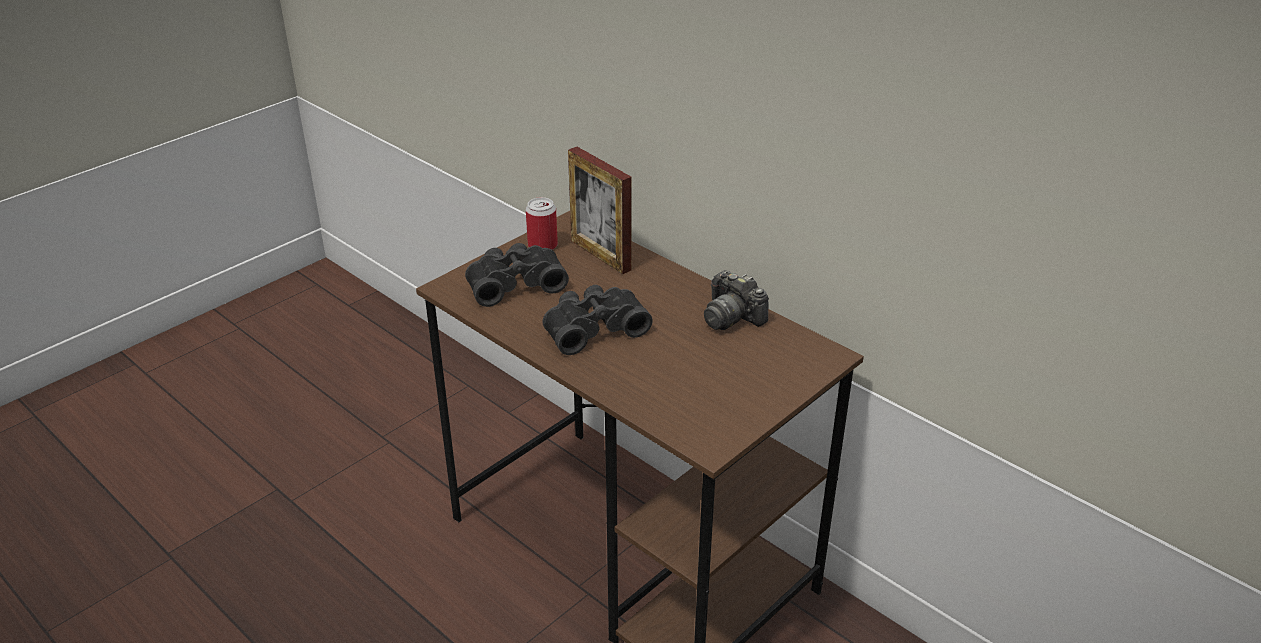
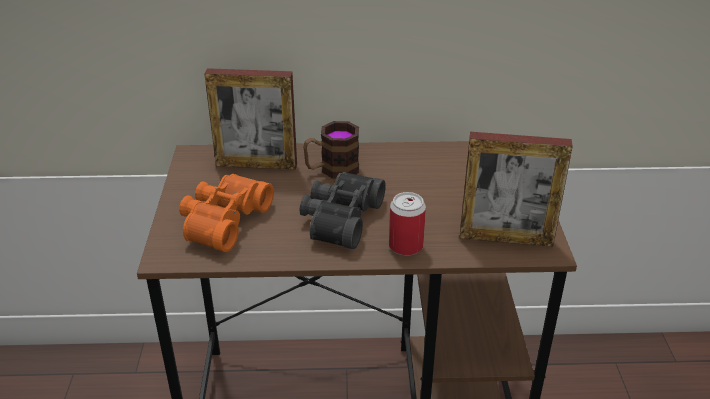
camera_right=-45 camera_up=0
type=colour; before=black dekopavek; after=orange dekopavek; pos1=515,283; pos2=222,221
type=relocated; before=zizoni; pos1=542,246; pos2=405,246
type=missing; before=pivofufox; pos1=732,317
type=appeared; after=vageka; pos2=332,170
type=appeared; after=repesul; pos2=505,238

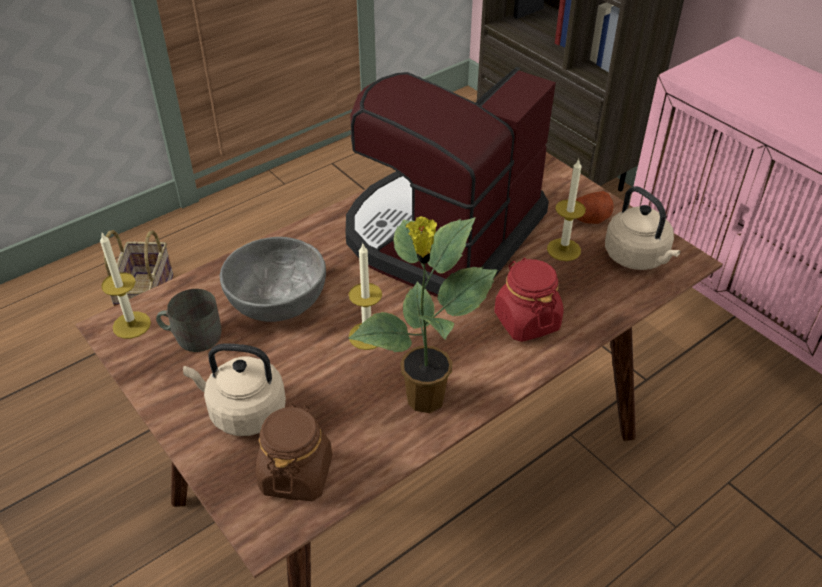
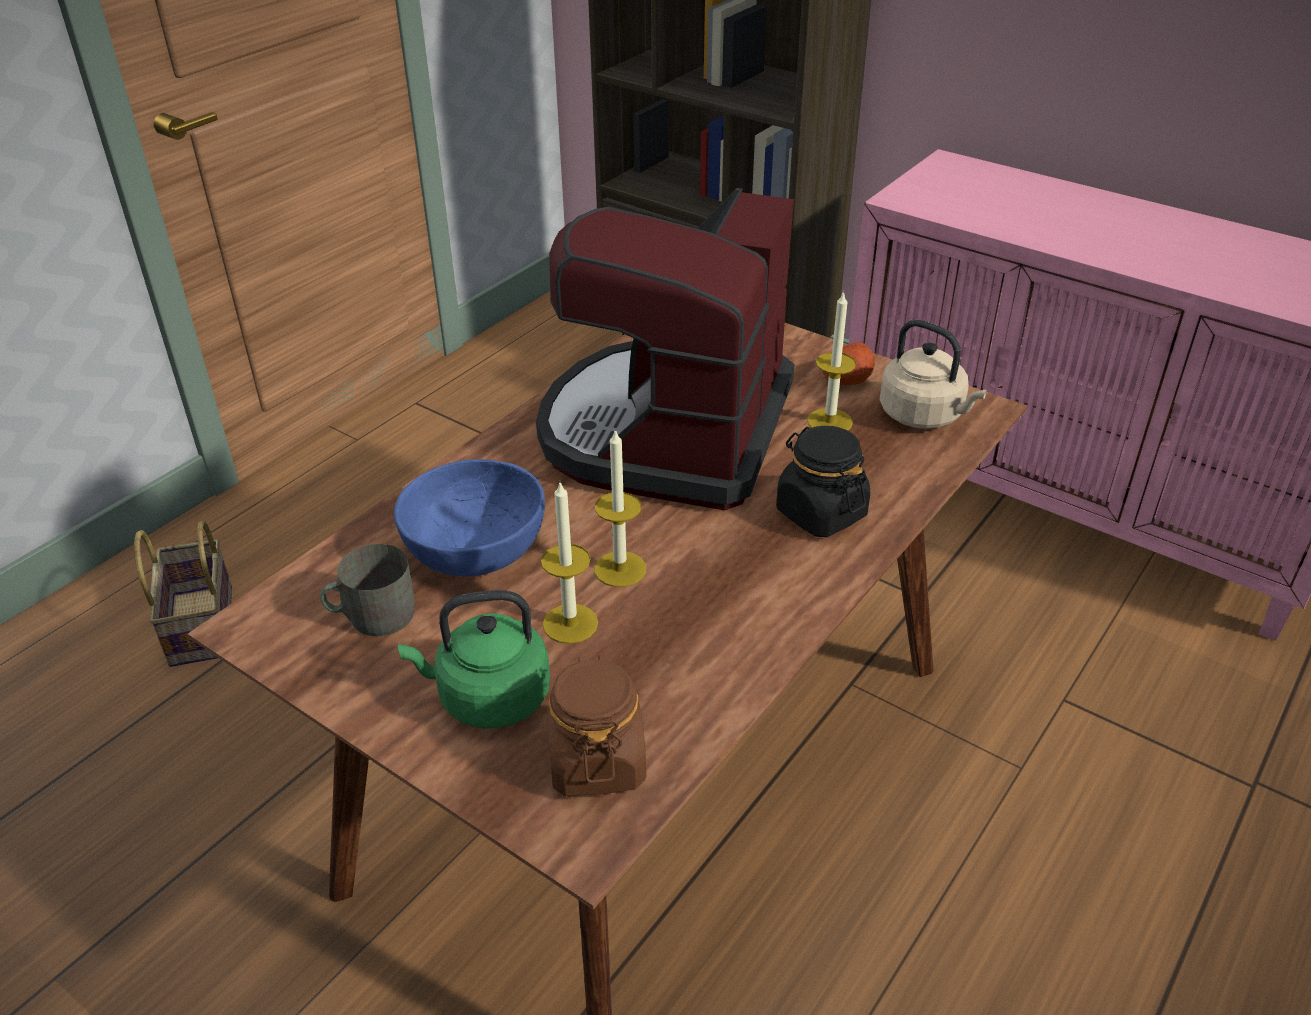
camera_right=-15 camera_up=-5
type=relocated; before=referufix; pos1=131,325; pos2=570,623
type=colour; before=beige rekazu; after=green rekazu; pos1=243,412; pos2=488,698
type=colour; before=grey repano; after=blue repano; pos1=276,299; pos2=474,547
type=missing; before=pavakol; pos1=424,400
type=colour; before=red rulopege; after=black rulopege; pos1=526,321; pos2=820,513

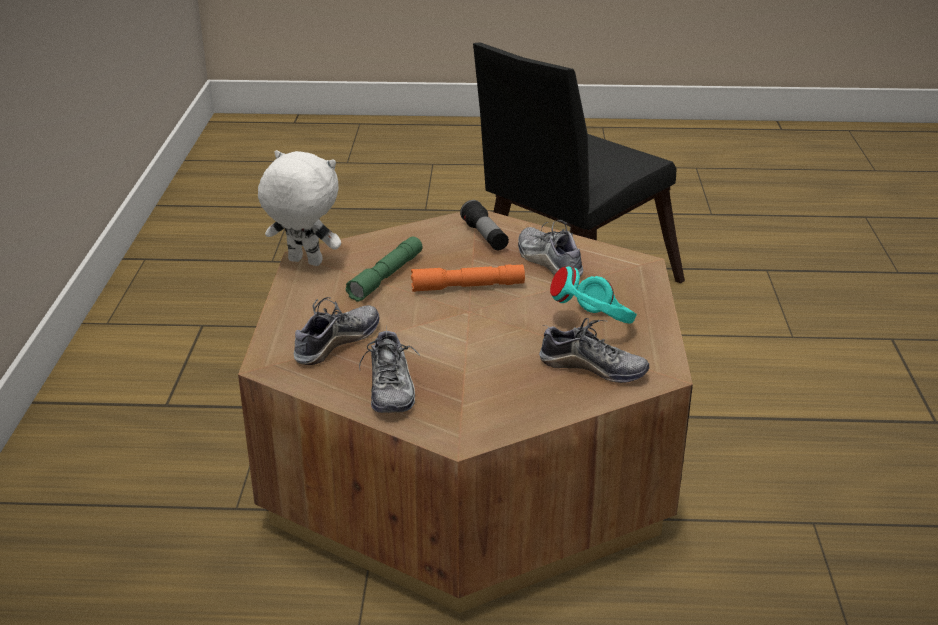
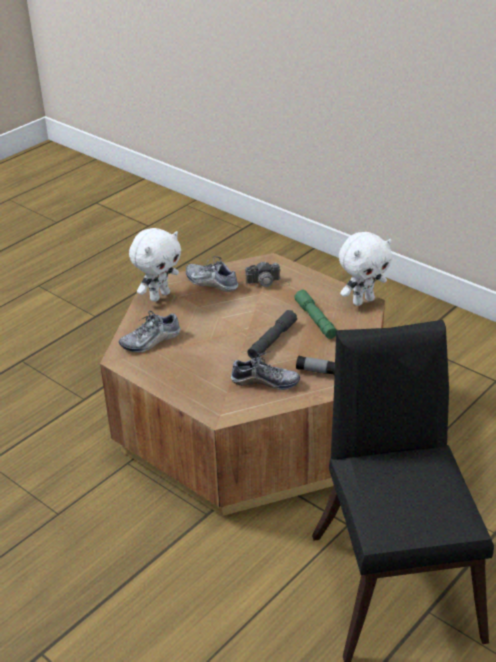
camera_right=130 camera_up=5
type=exchanged; before=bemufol; after=pivofufox; pos1=336,343; pos2=267,282
type=colour; before=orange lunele; after=grey lunele; pos1=467,287; pos2=272,340
type=missing; before=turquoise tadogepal; pos1=595,325
type=appeared; after=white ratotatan; pos2=159,296

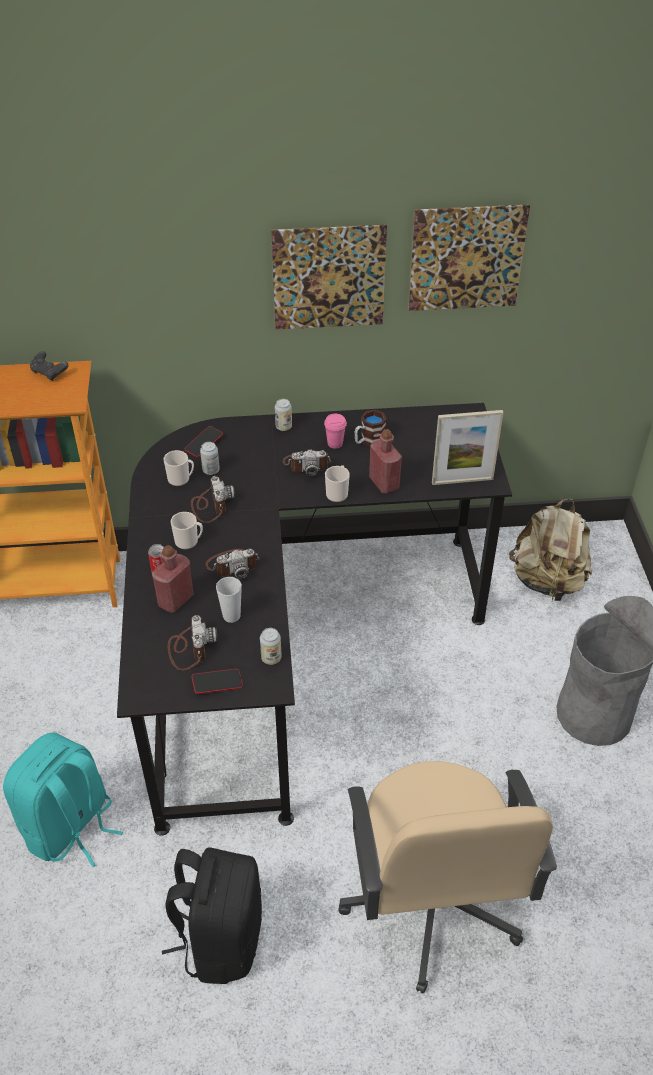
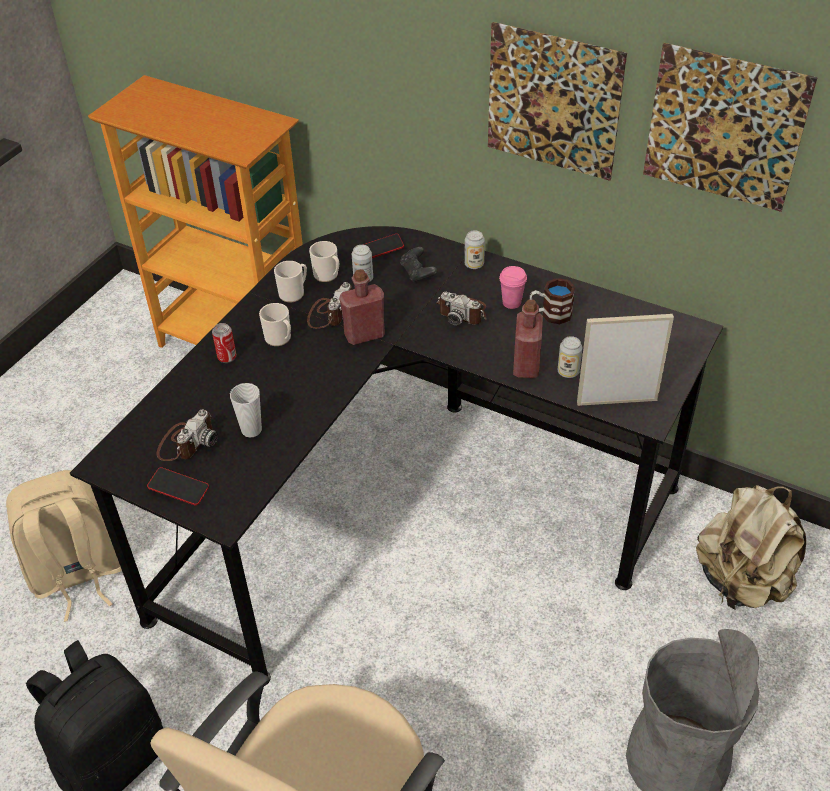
camera_right=35 camera_up=0
type=colour; before=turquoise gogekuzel; after=beige gogekuzel; pos1=70,827; pos2=78,574
type=relocated; before=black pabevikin; pos1=49,373; pos2=418,273
type=relocated; before=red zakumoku; pos1=175,600; pos2=364,335
type=missing; before=pivofufox; pos1=233,565
type=relocated; before=zizoni; pos1=271,658; pos2=568,372
type=relocated; before=vageka; pos1=337,493; pos2=294,293
type=spun; before=repesul; pos1=462,481; pos2=617,401; turn=150

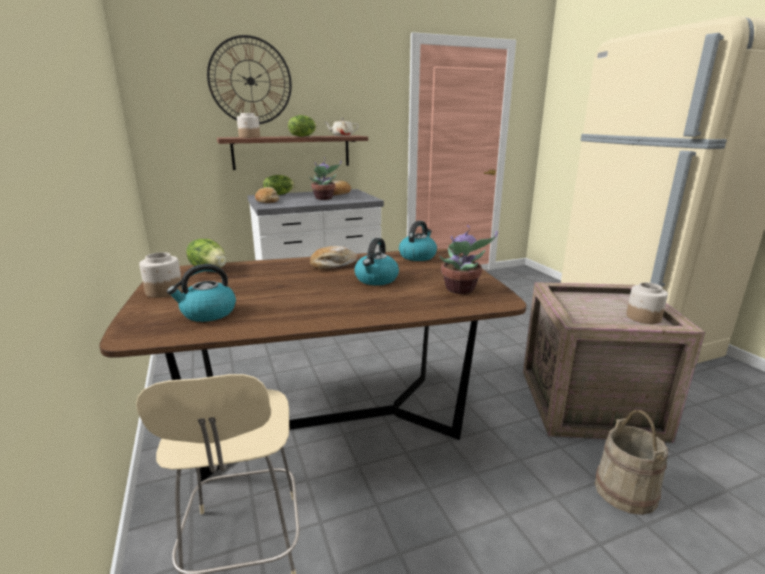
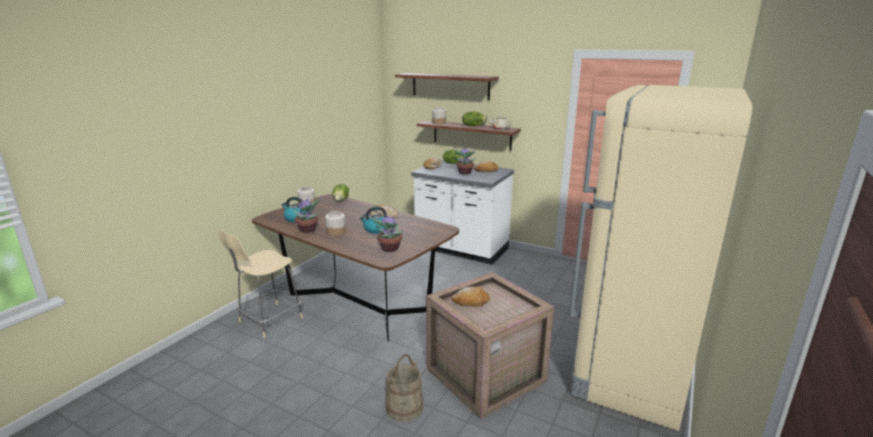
camera_right=50 camera_up=0
type=exchanged; before=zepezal; after=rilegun; pos1=250,81; pos2=450,86
type=missing; before=rekazu; pos1=417,256
type=relocated; before=rulopege; pos1=643,317; pos2=336,232
type=appeared; after=pavakol; pos2=308,230
type=appeared; after=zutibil; pos2=471,302

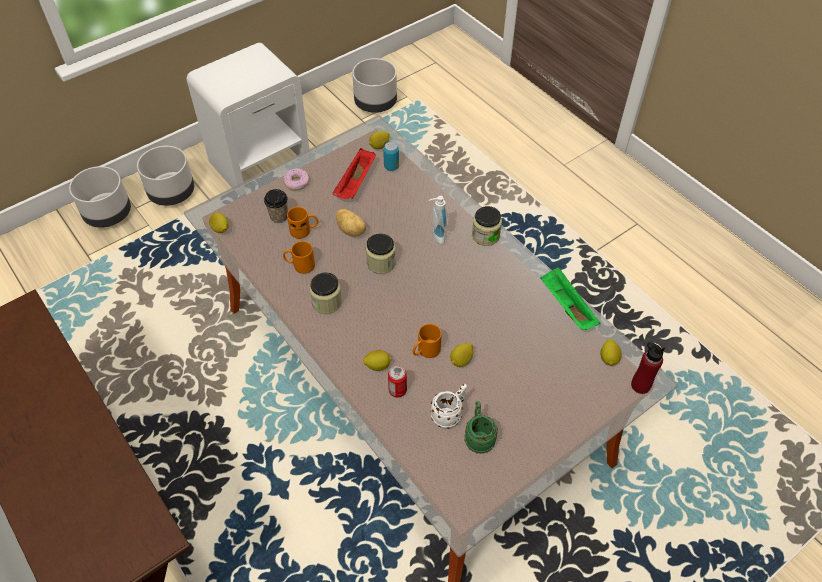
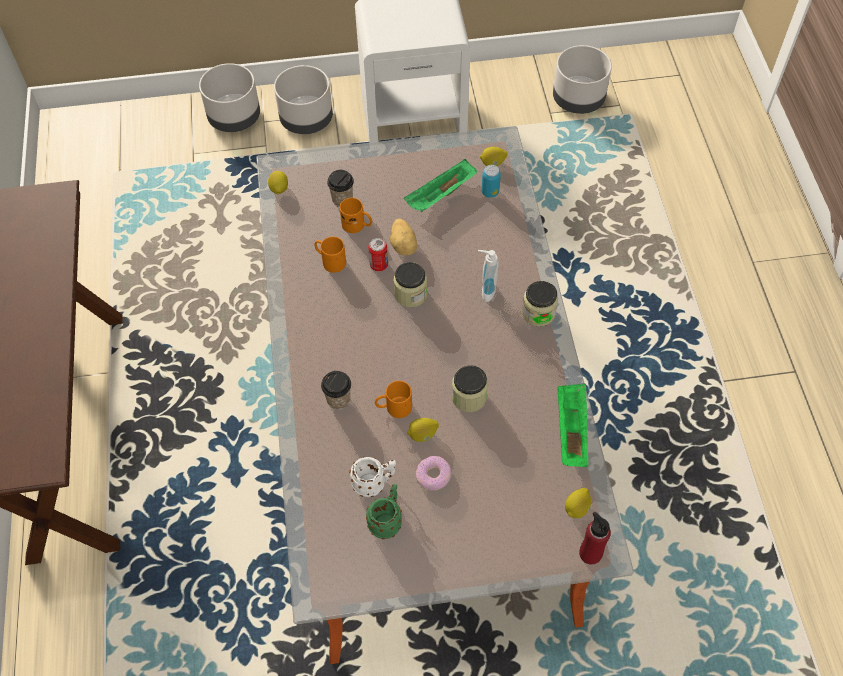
camera_right=30 camera_up=5
type=relocated; before=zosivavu; pos1=296,182; pos2=433,476
type=relocated; before=rulopege; pos1=327,302; pos2=469,397
type=colour; before=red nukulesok; after=green nukulesok; pos1=355,183; pos2=441,196
type=exchanged; before=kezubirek; after=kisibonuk; pos1=377,365; pos2=338,399
type=relocated; before=zizoni; pos1=397,390; pos2=379,265

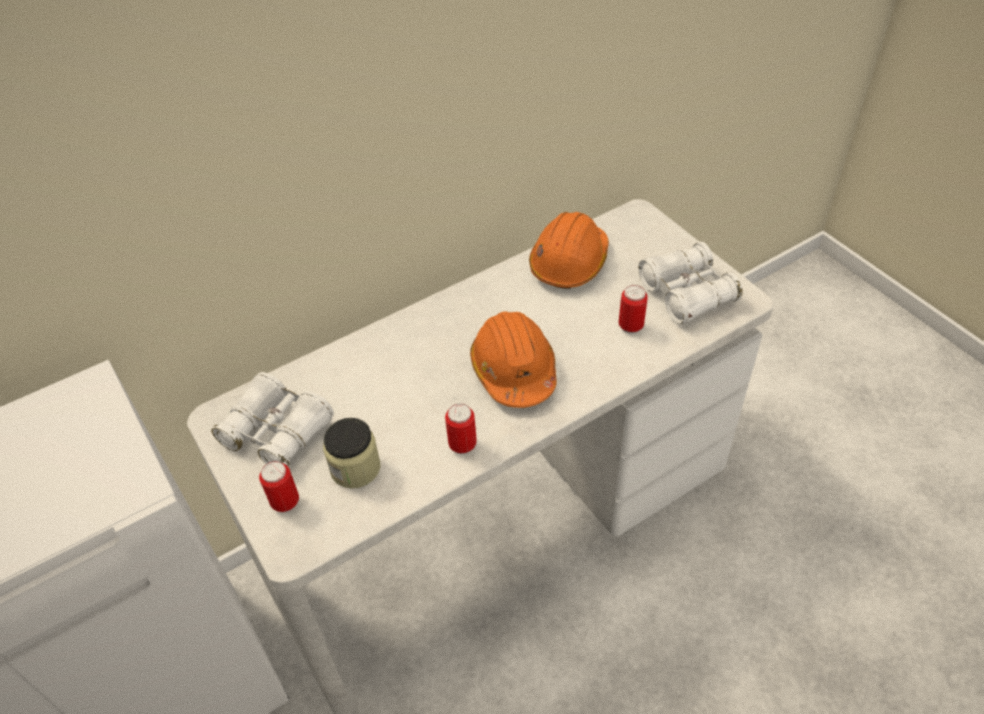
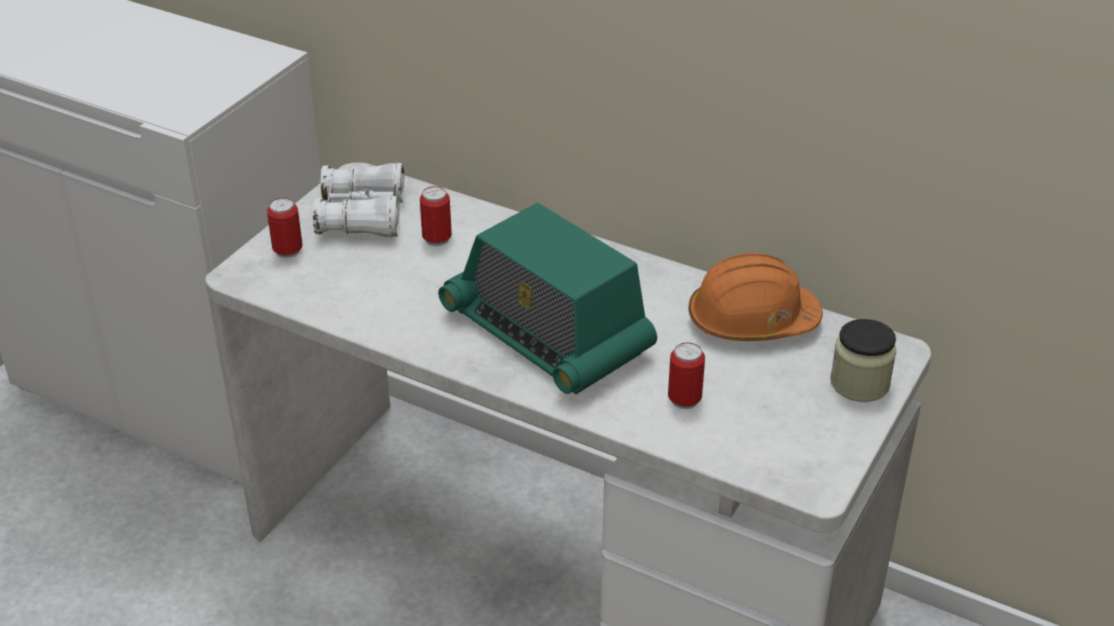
camera_right=60 camera_up=-10
type=relocated; before=rulopege; pos1=355,468; pos2=859,383
type=relocated; before=zizoni; pos1=462,445; pos2=437,239
type=exchanged; before=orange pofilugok; after=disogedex; pos1=514,370; pos2=547,333
type=missing; before=white dekopavek; pos1=686,293

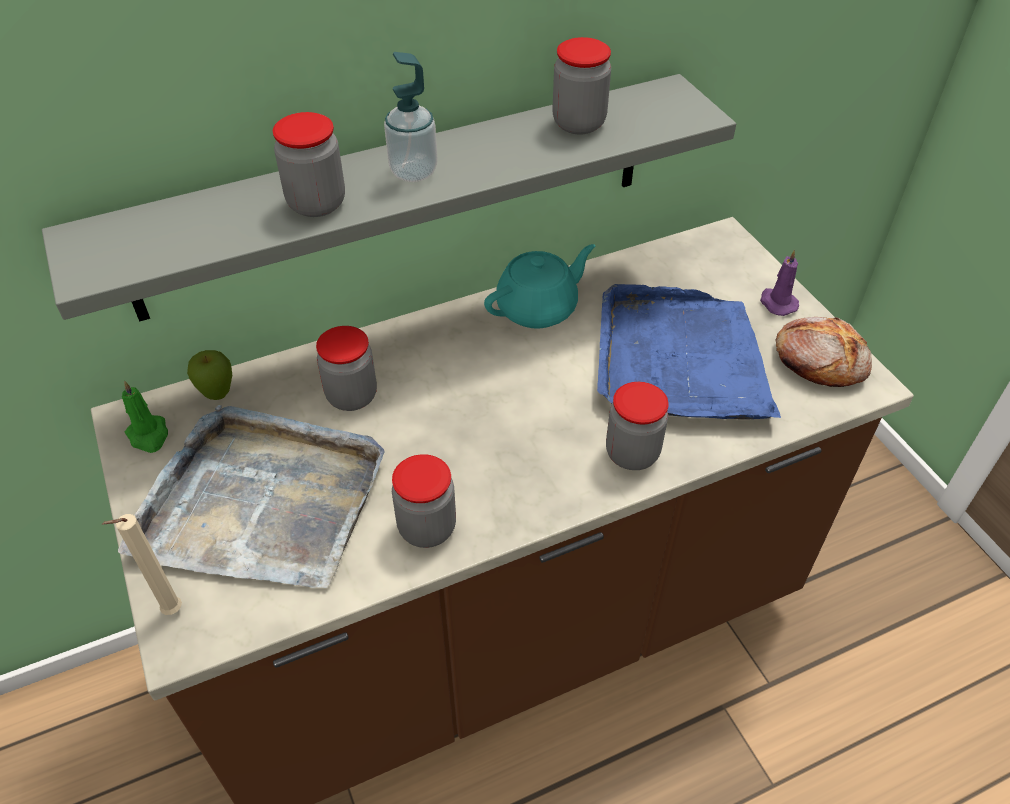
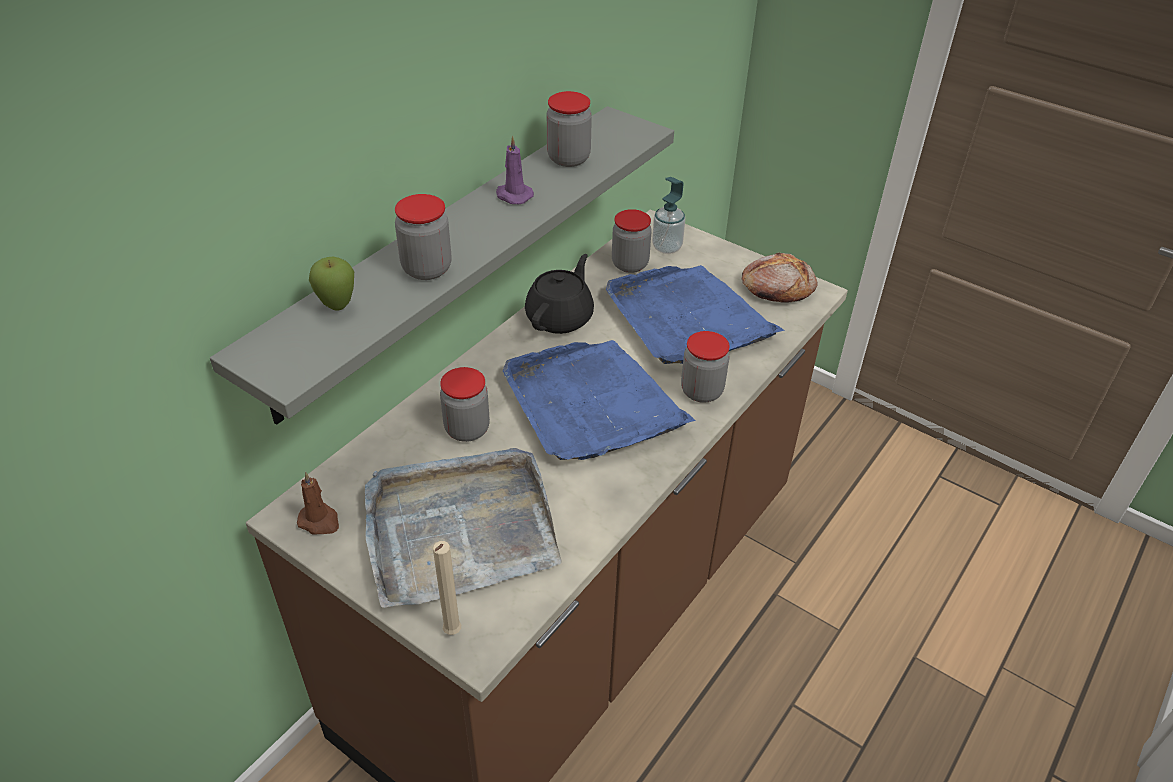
camera_right=-30 camera_up=-5
type=colour; before=green referufix; after=brown referufix; pos1=149,435; pos2=320,521
type=relocated; before=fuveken; pos1=218,395; pos2=338,307
type=relocated; before=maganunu; pos1=413,172; pos2=667,247
type=relocated; before=rulopege; pos1=427,528; pos2=630,264
type=colour; before=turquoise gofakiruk; after=black gofakiruk; pos1=538,308; pos2=560,317
type=relocated; before=purple referufix; pos1=777,303; pos2=513,195
type=appeared; after=blue nukulesok; pos2=591,404

